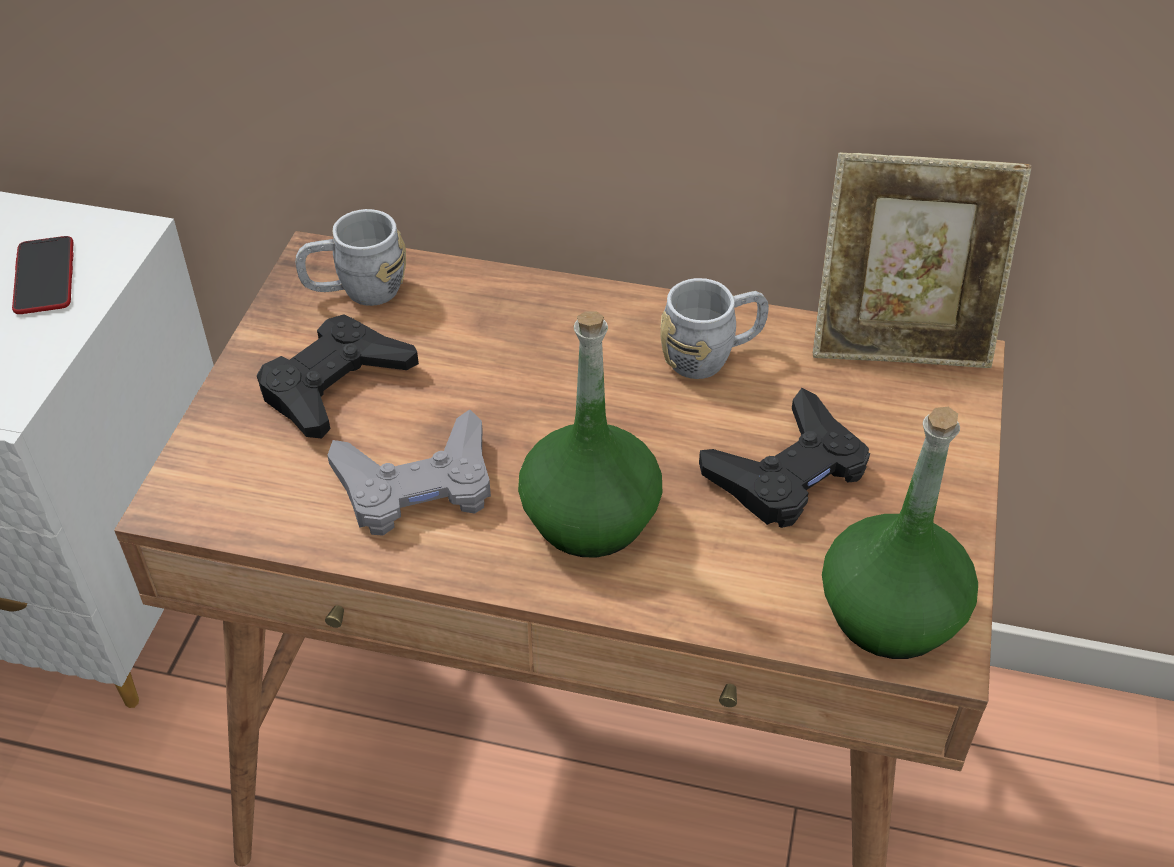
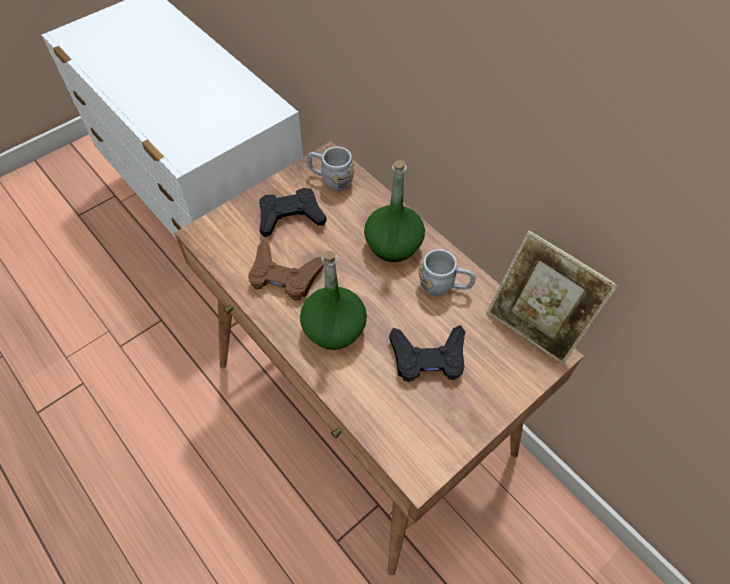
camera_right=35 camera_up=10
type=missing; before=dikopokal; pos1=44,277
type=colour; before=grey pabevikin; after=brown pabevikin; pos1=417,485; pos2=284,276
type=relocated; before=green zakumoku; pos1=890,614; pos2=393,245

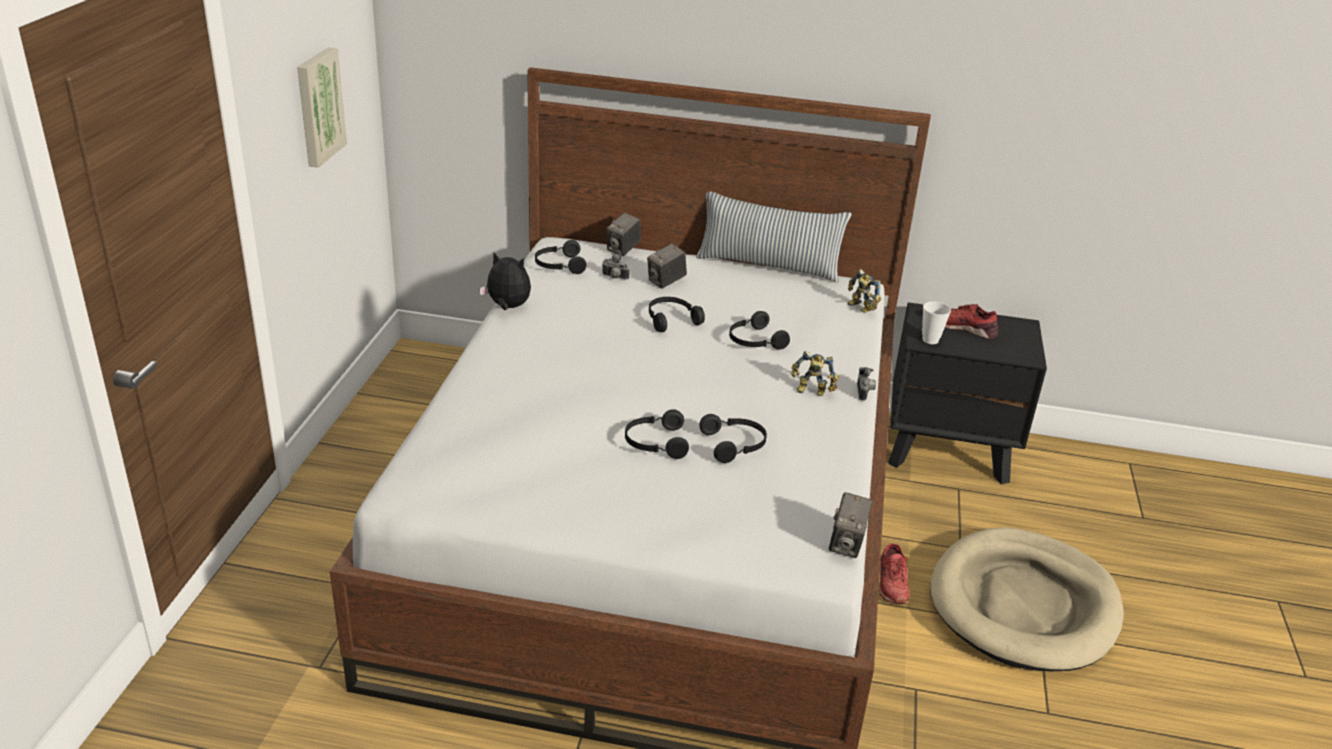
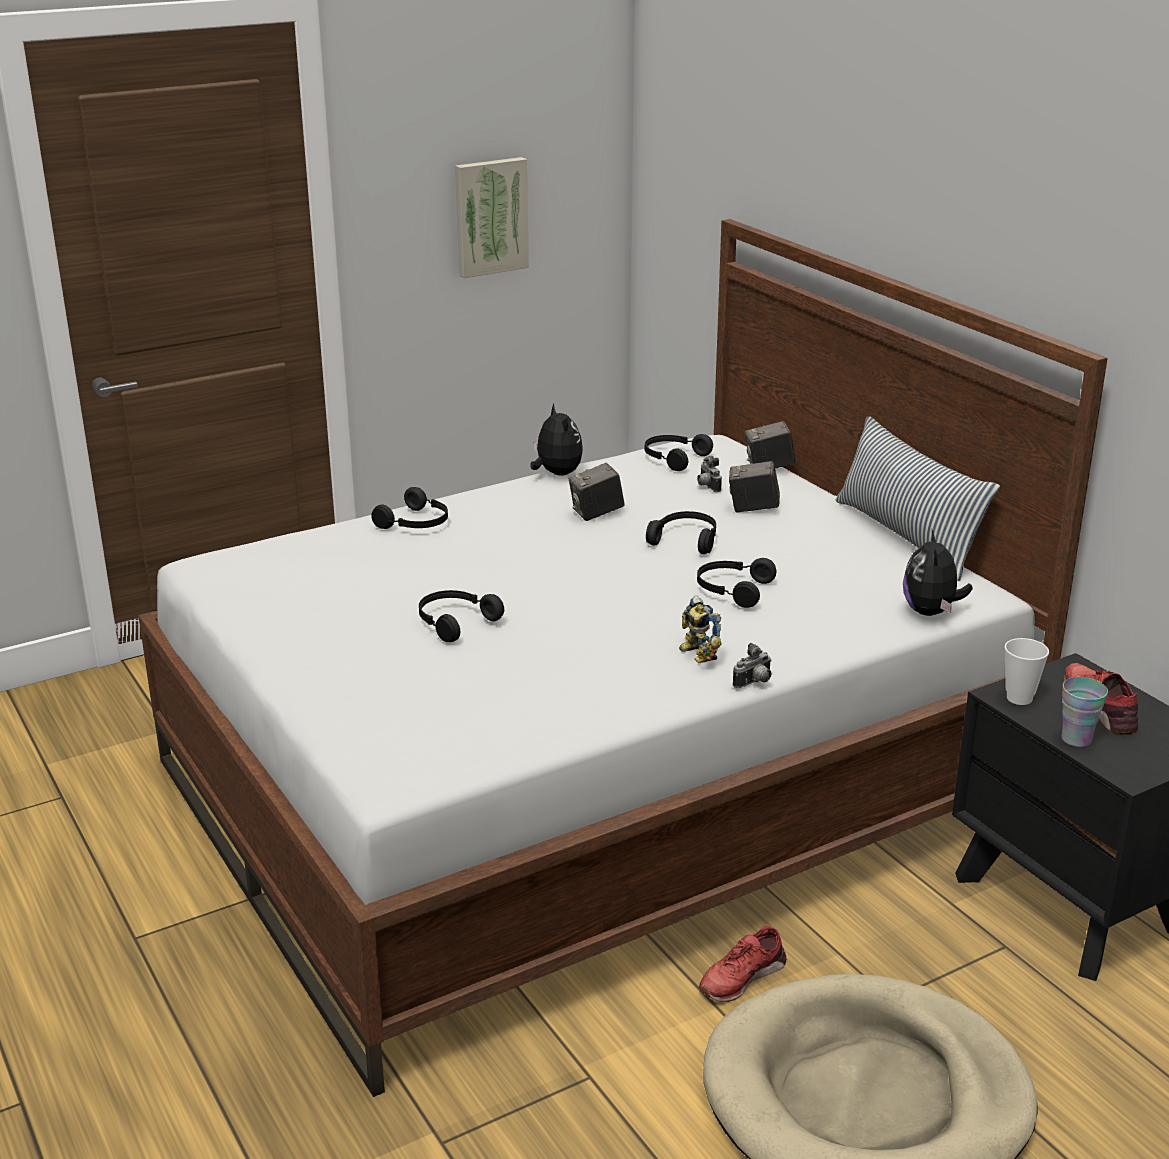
camera_right=50 camera_up=-5
type=relocated; before=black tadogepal; pos1=735,445; pos2=416,523
type=relocated; before=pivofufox; pos1=847,544; pos2=596,514
type=exchanged; before=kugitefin; after=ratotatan; pos1=860,307; pos2=931,612
type=appeared; after=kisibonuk; pos2=1076,739

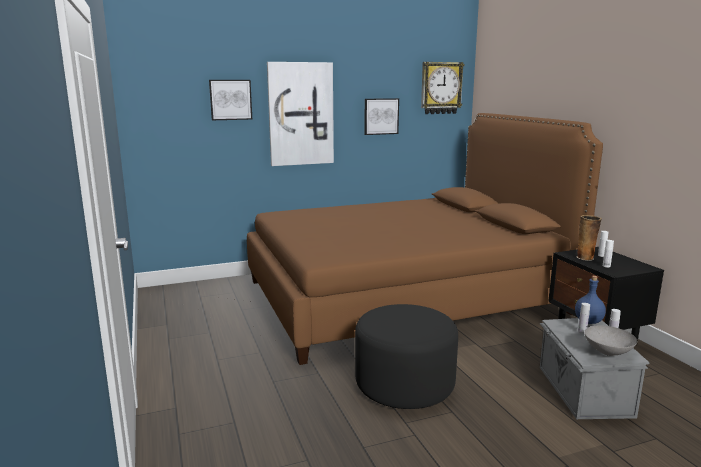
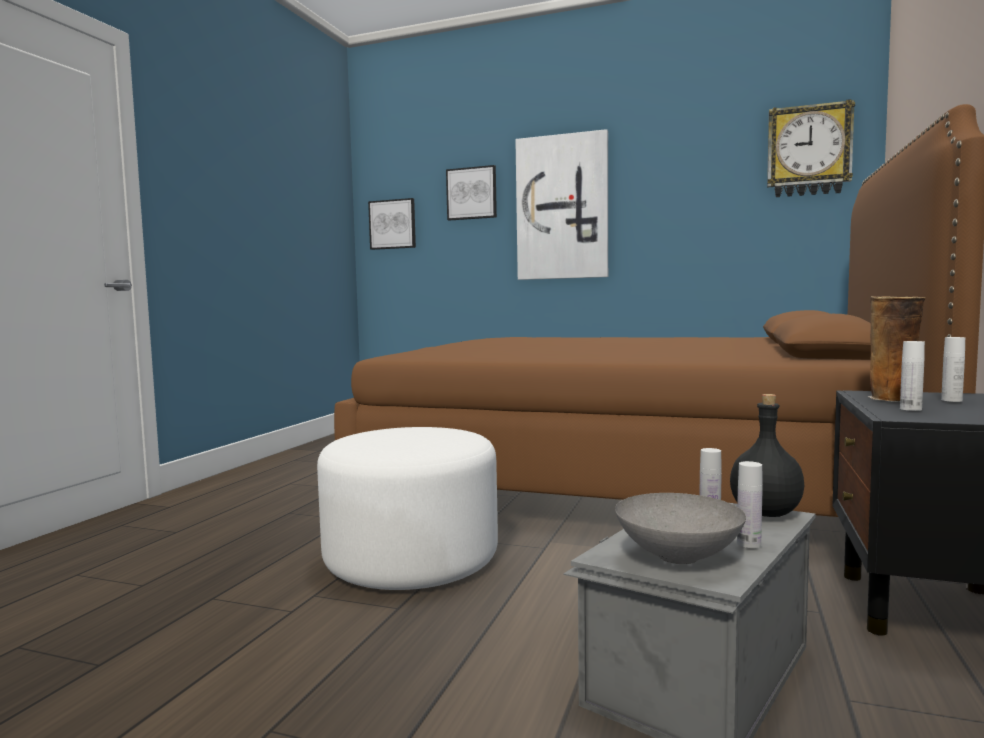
camera_right=40 camera_up=-10
type=colour; before=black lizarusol; after=white lizarusol; pos1=404,384; pos2=411,559
type=relocated; before=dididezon; pos1=381,116; pos2=392,224
type=colour; before=blue zakumoku; after=black zakumoku; pos1=589,321; pos2=767,513

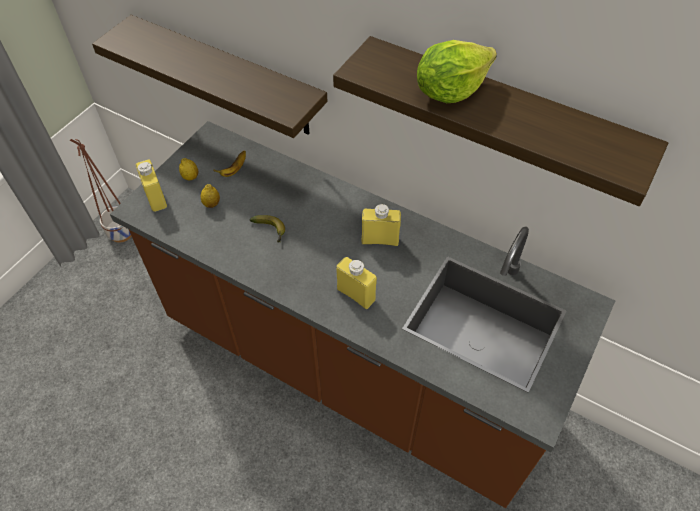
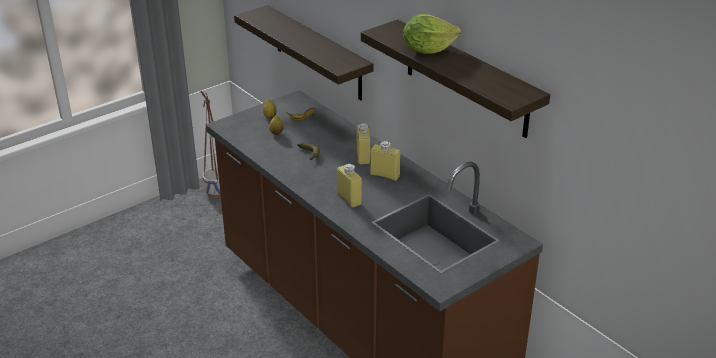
camera_right=20 camera_up=-20
type=relocated; before=yellow zakumoku; pos1=156,198; pos2=363,156

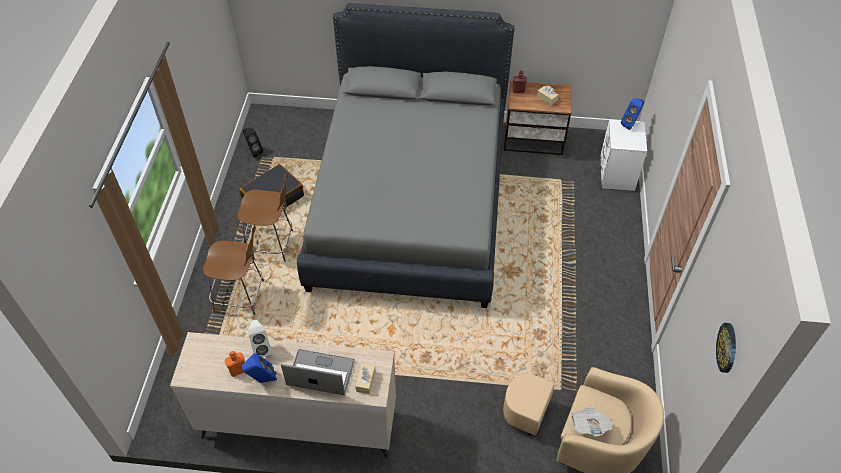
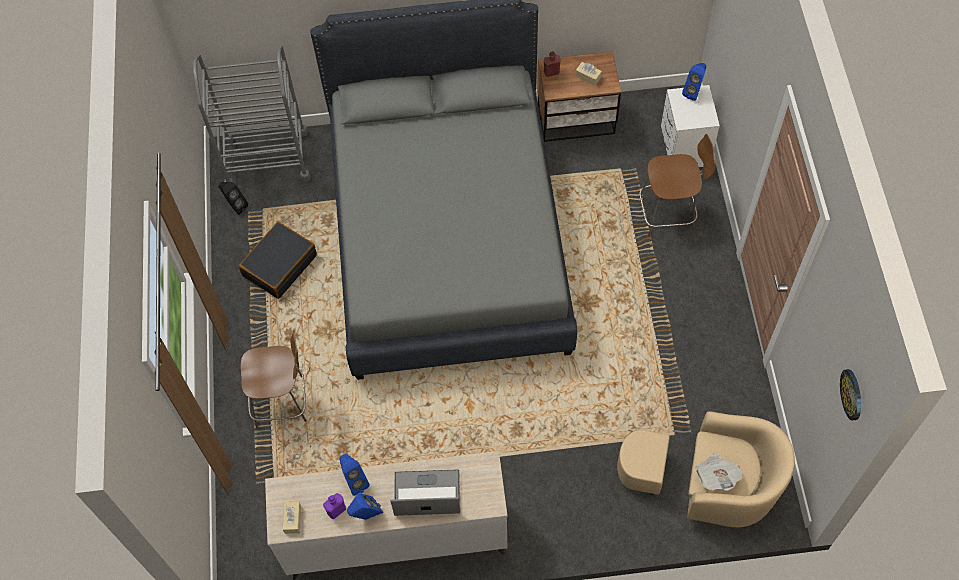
camera_right=-10 camera_up=10
type=colour; before=orange zakumoku; after=purple zakumoku; pos1=238,370; pos2=336,510
type=relocated; before=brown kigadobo; pos1=271,244; pos2=669,213
type=colour; before=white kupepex; after=blue kupepex; pos1=262,350; pos2=354,481
type=relocated; before=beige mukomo; pos1=365,381; pos2=292,519
type=appeared; after=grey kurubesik; pos2=266,159

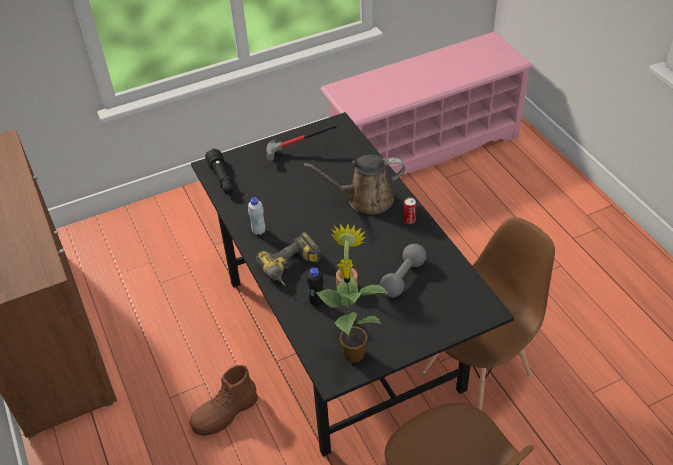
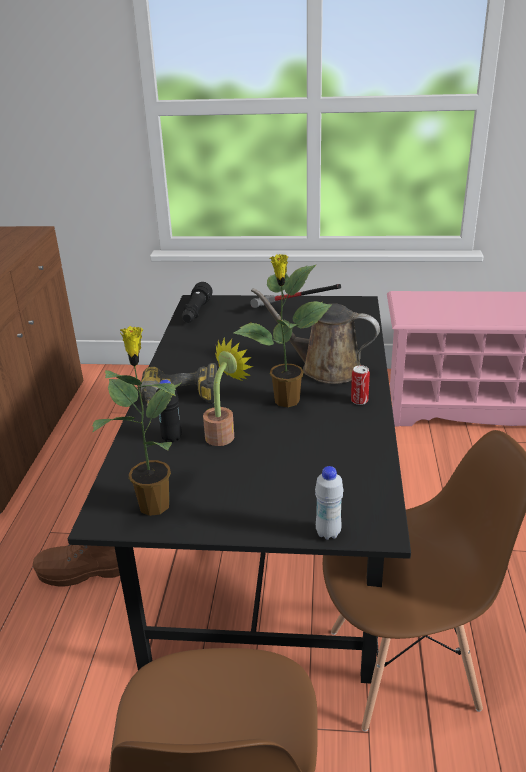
camera_right=30 camera_up=-15
type=relocated; before=white zakumoku; pos1=259,231; pos2=328,533
type=missing; before=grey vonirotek; pos1=403,278
type=appeared; after=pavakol; pos2=286,401

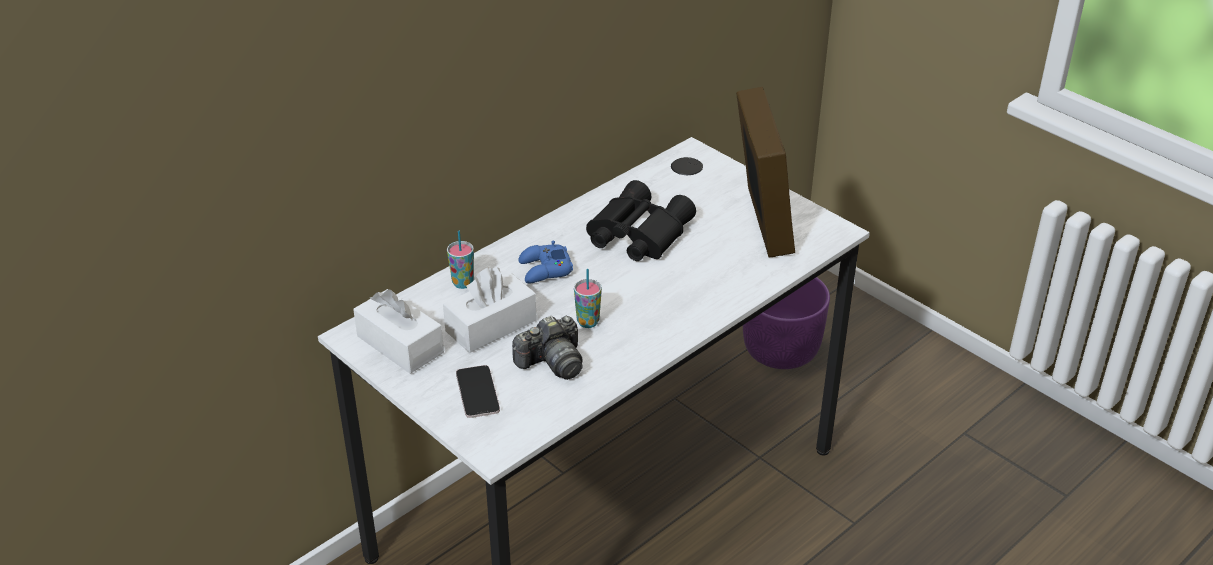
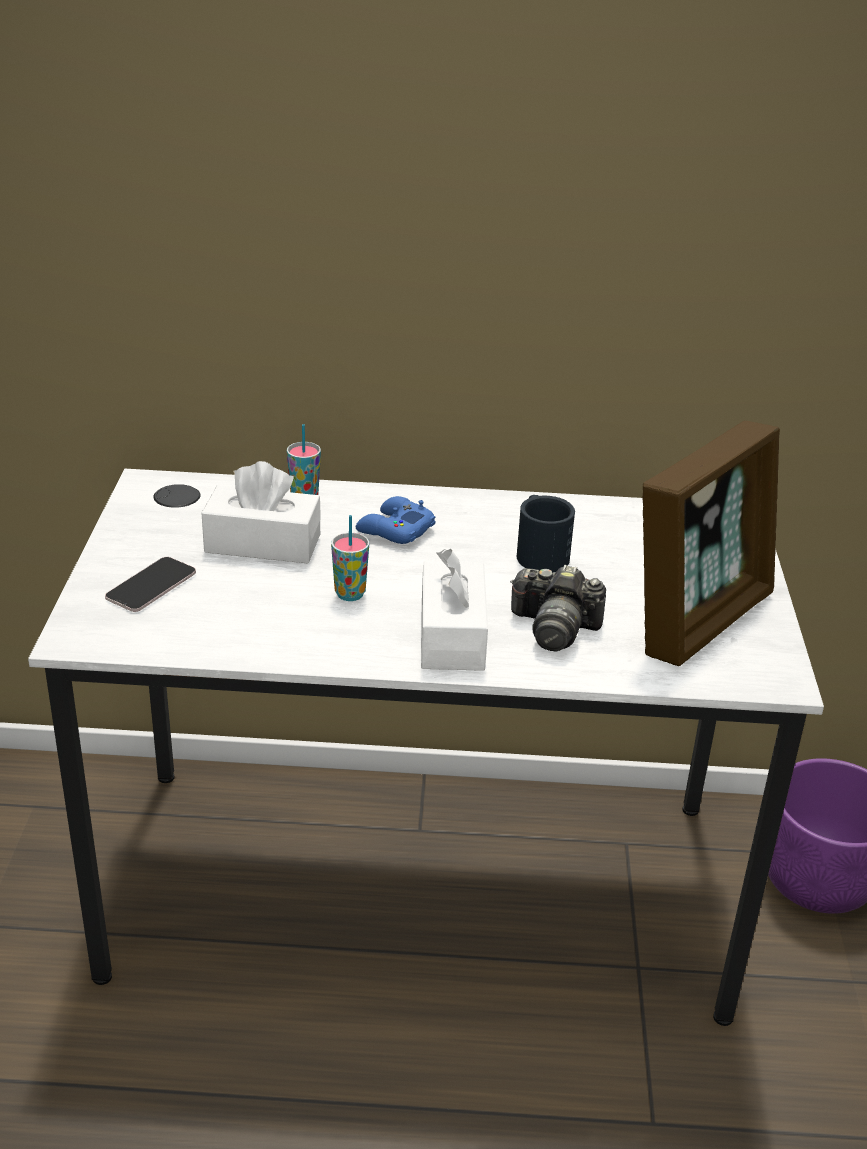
camera_right=45 camera_up=-5
type=relocated; before=white mukomo; pos1=400,344; pos2=452,635
type=relocated; before=pivofufox; pos1=552,363; pos2=554,628
type=exchanged; before=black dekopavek; after=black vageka; pos1=636,234; pos2=539,552

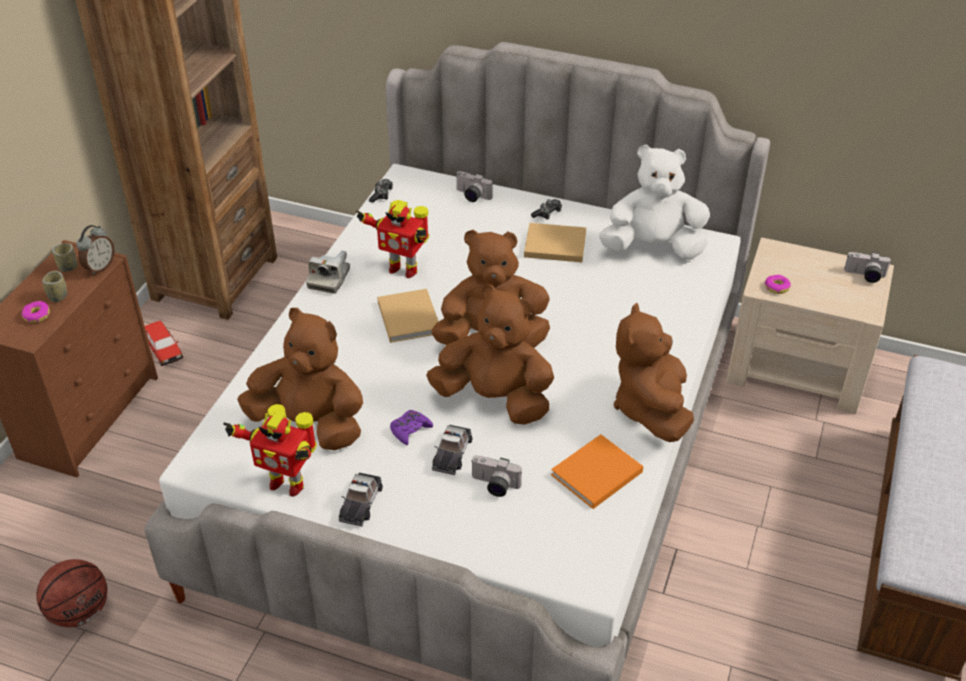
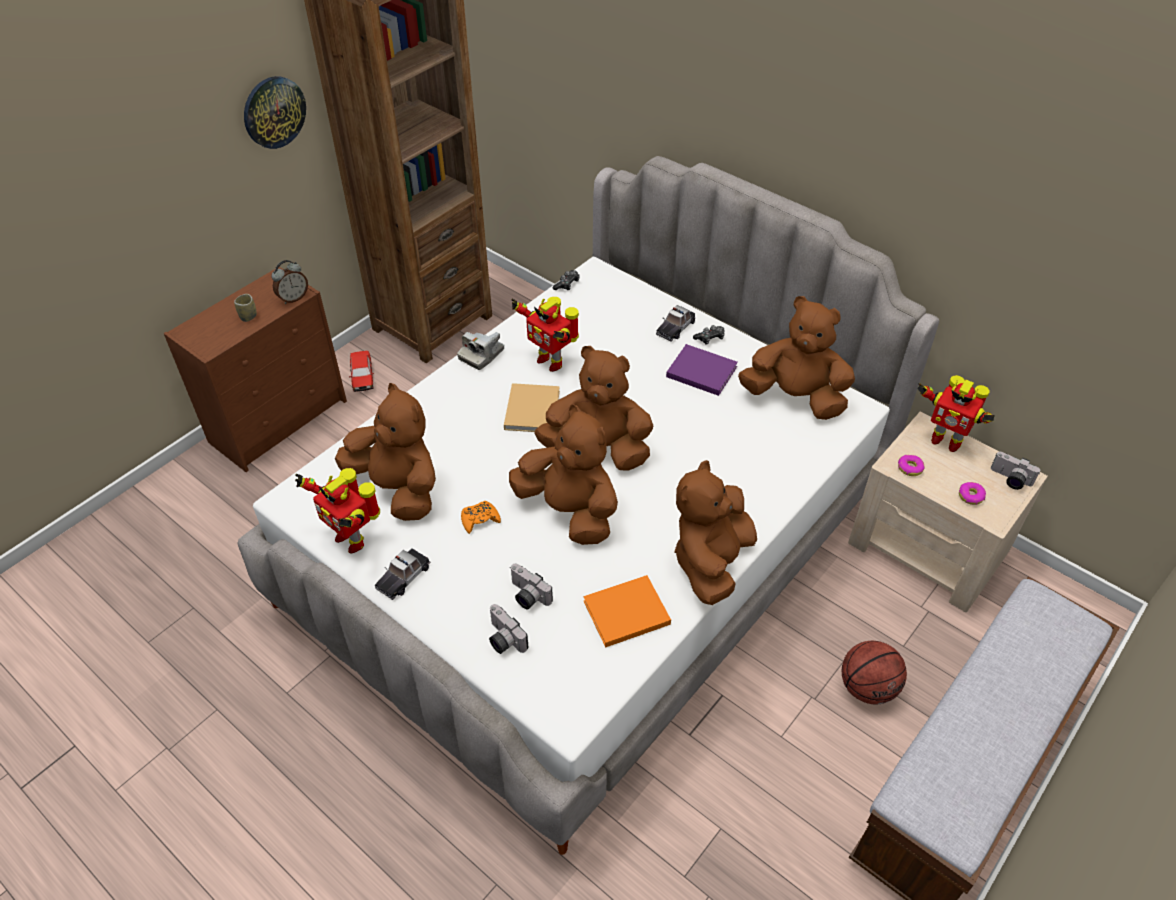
camera_right=20 camera_up=5
type=relocated; before=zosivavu; pos1=36,315; pos2=970,496
type=relocated; before=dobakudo; pos1=80,612; pos2=867,687
type=missing; before=kisibonuk; pos1=68,267
type=colour; before=purple pabevikin; after=orange pabevikin; pos1=410,430; pos2=480,519
type=relocated; before=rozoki; pos1=451,453; pos2=675,327
type=relocated; before=pivofufox; pos1=471,196; pos2=503,639
type=colour; before=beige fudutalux; after=purple fudutalux; pos1=553,244; pos2=699,371
type=colour; before=white ratotatan; after=brown ratotatan; pos1=653,248; pos2=795,398
type=appeared; after=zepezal; pos2=274,112
type=appeared; after=kugitefin; pos2=945,440

